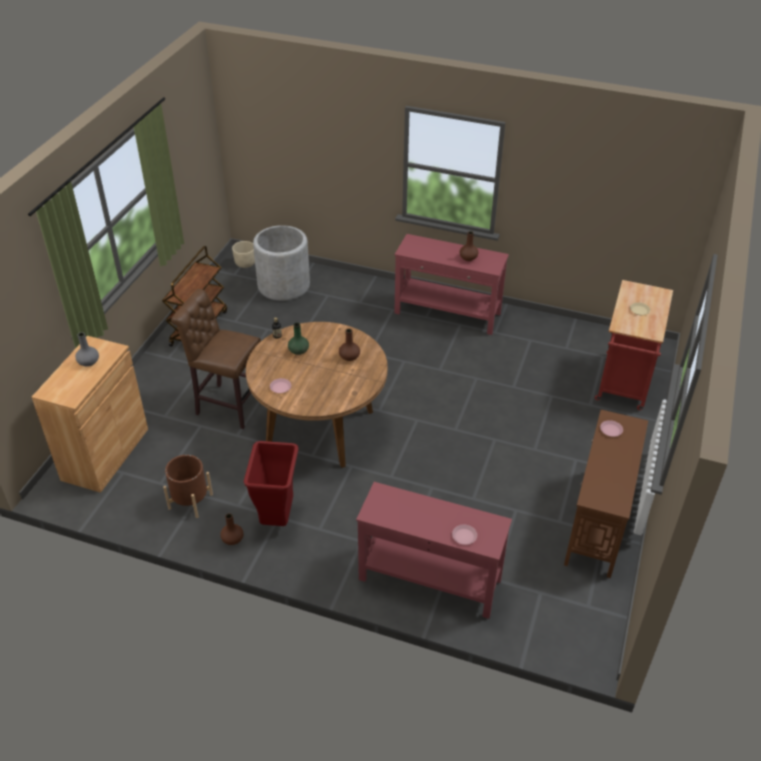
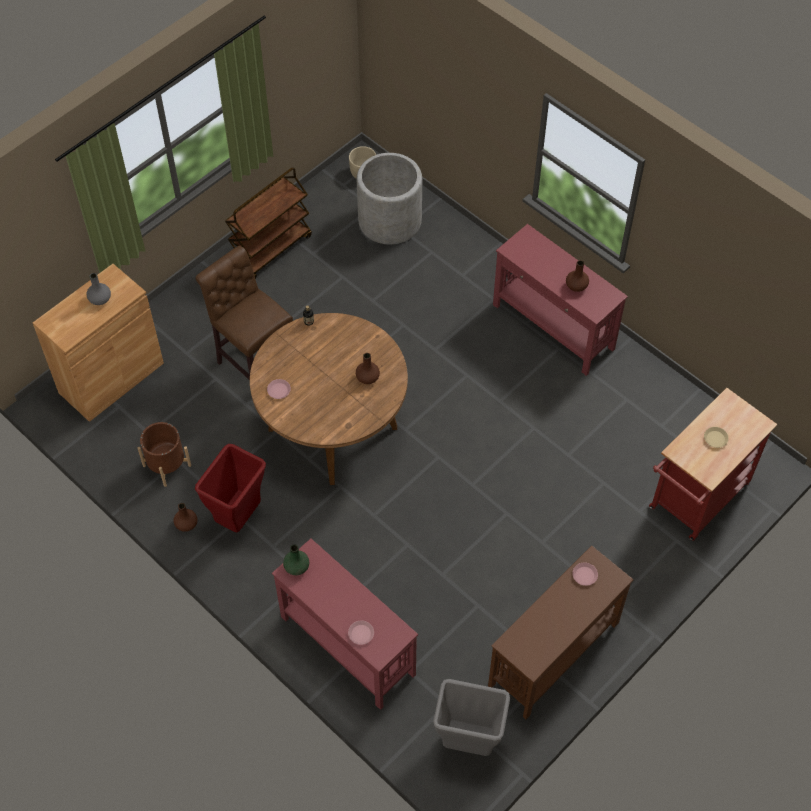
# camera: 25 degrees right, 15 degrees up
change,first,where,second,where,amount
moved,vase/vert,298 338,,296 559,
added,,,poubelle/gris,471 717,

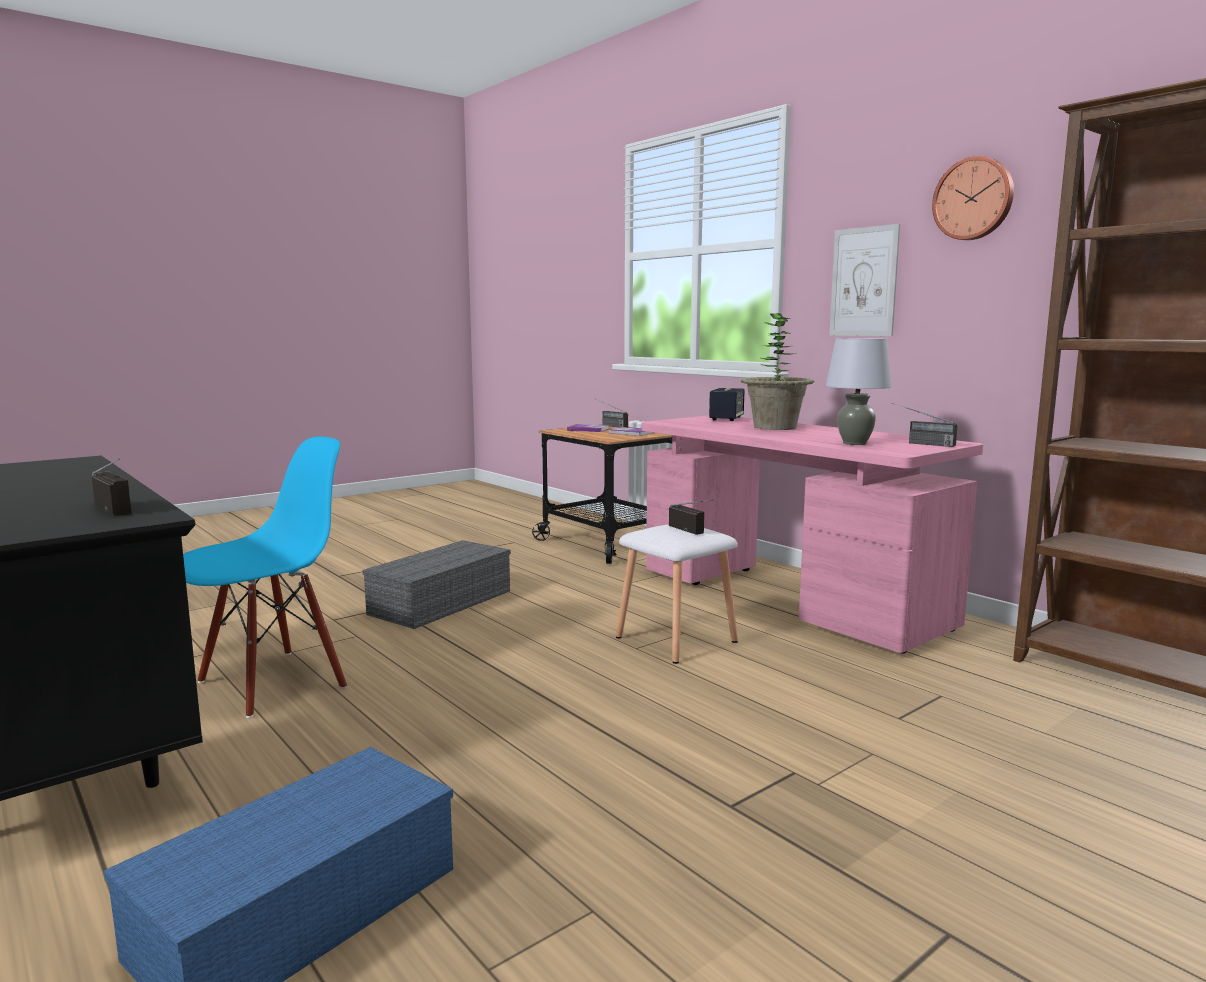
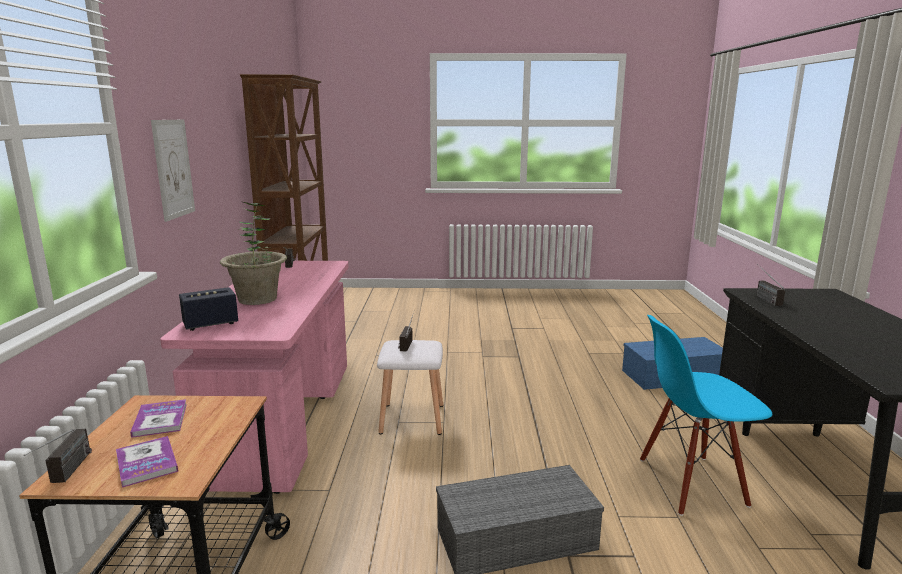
# camera: 140 degrees left, 5 degrees up
change,first,where,second,where,amount
removed,horloge murale,973 198,,,
removed,lampe de table/gris,858 391,,,

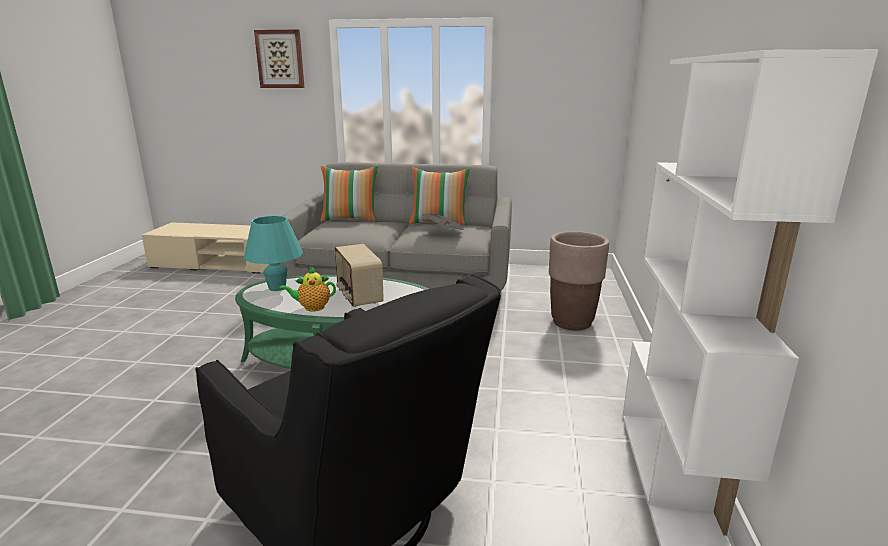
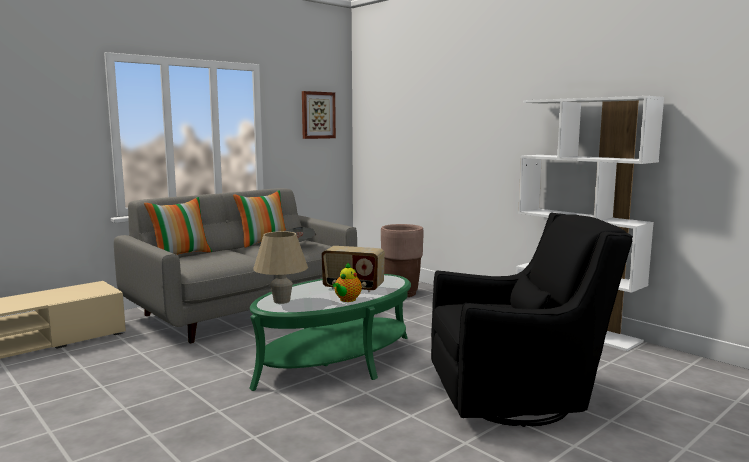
# camera: 50 degrees left, 10 degrees down
change,first,where,second,where,amount
moved,tableau,279 58,,319 115,
recoloured,lampe de table/turquoise,273 253,lampe de table/beige,280 267,

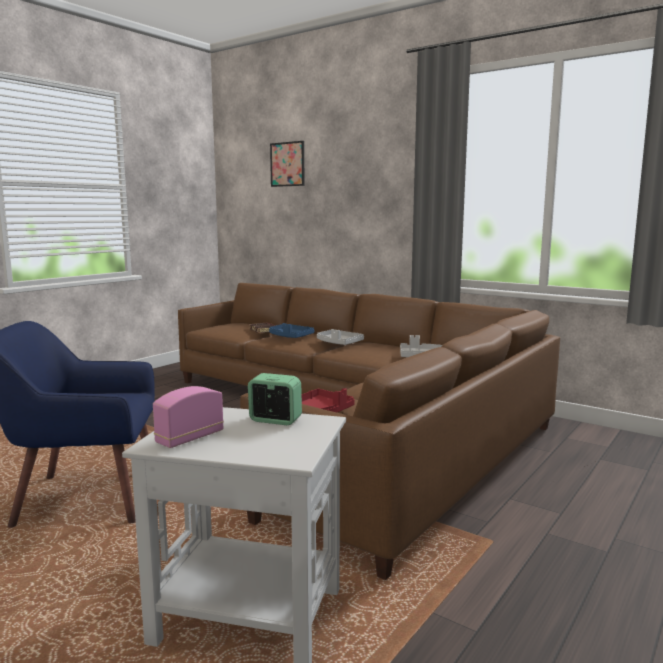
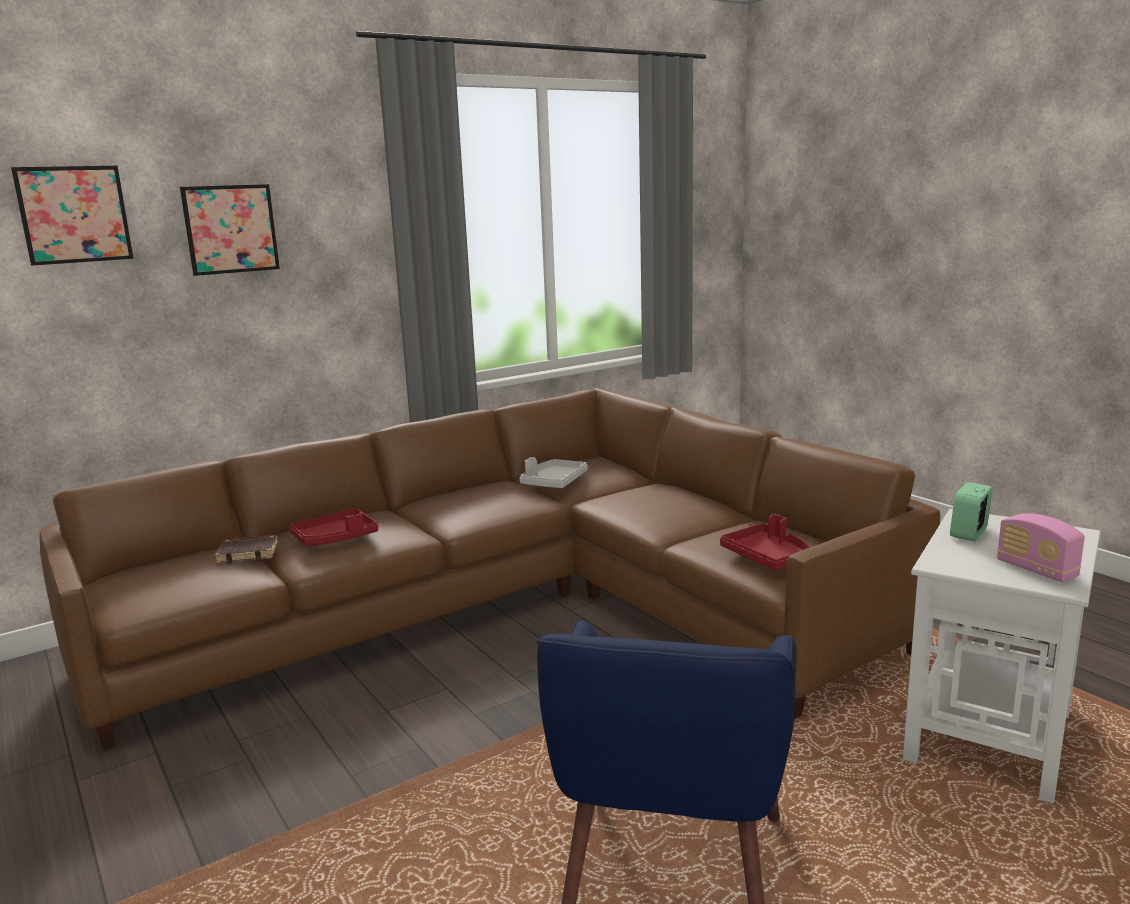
# camera: 70 degrees left, 5 degrees up
change,first,where,second,where,amount
recoloured,plateau/bleu,291 330,plateau/rouge,334 527,
removed,plateau/gris,340 337,,,
added,,,tableau,230 230,

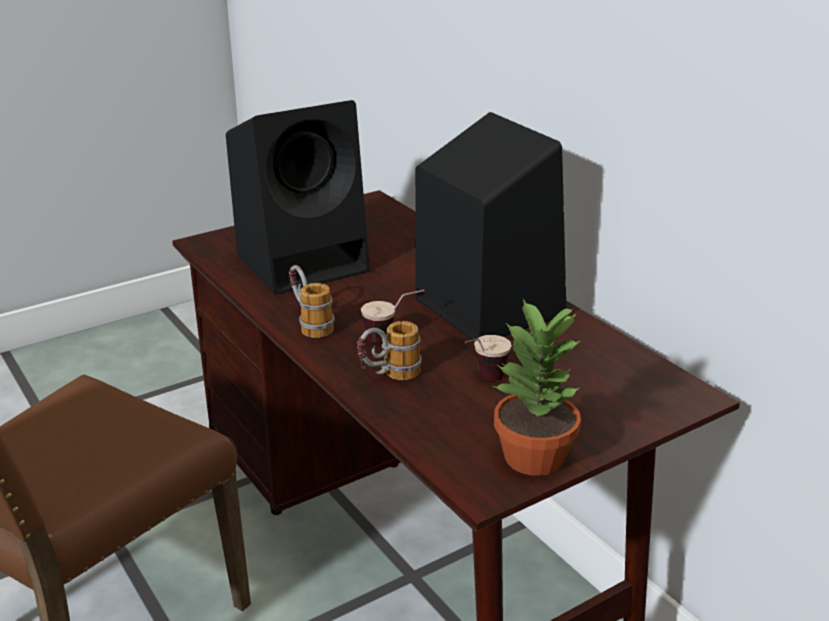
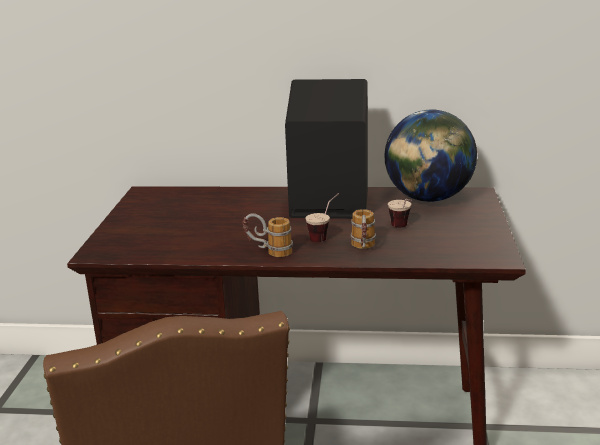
# camera: 50 degrees left, 5 degrees down
change,first,where,second,where,amount
removed,enceinte/noir,298 197,,,
removed,plante en pot,536 387,,,
added,,,globe,430 156,

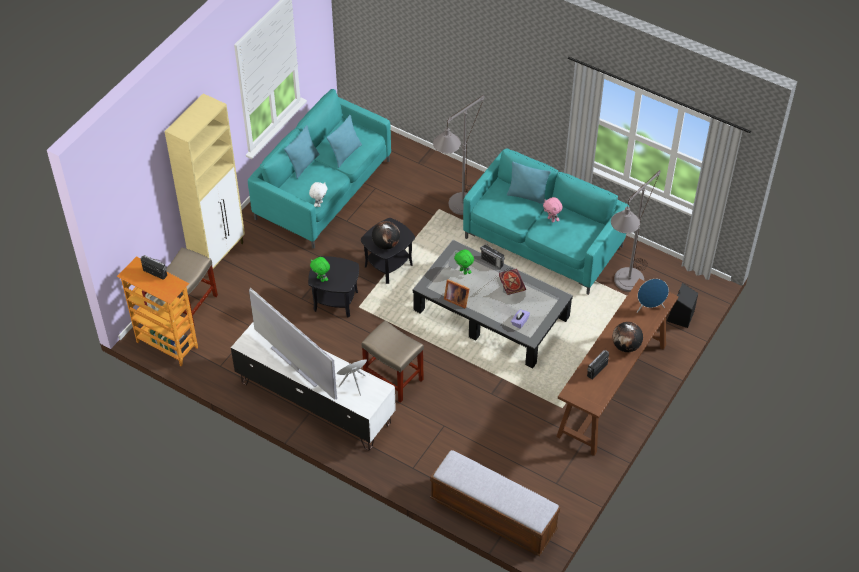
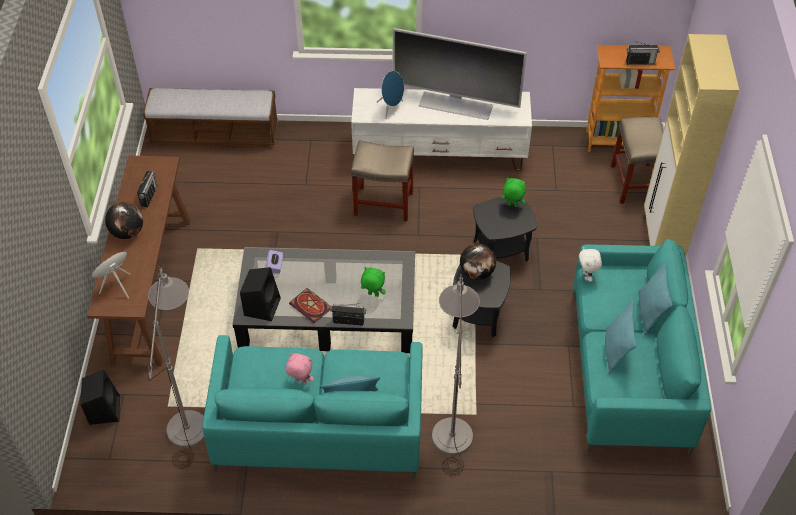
# camera: 150 degrees right, 0 degrees up
change,first,where,second,where,amount
removed,cadre photo,457 293,,,
added,,,enceinte/noir,260 294,

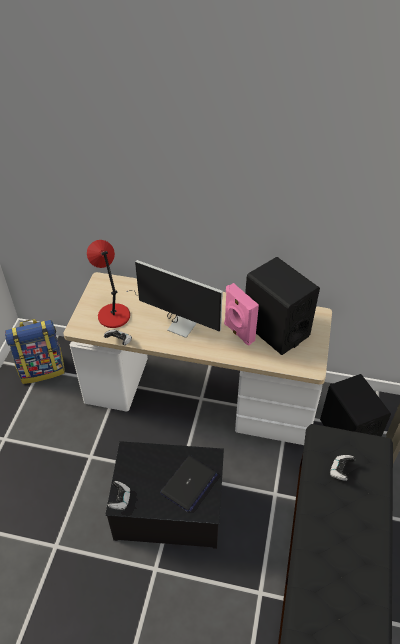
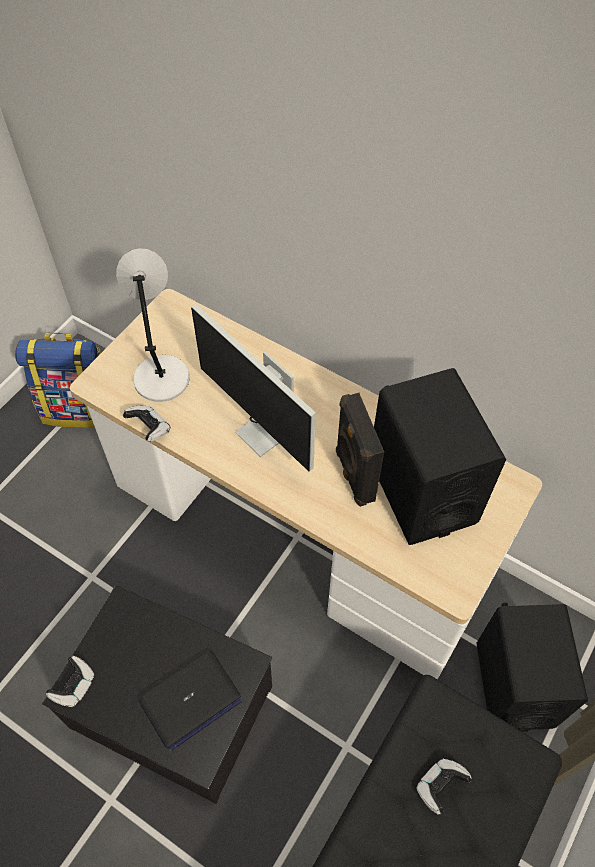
# camera: 20 degrees right, 10 degrees up
change,first,where,second,where,amount
recoloured,lampe de table/rouge,108 284,lampe de table/gris,153 325,
recoloured,enceinte/rose,241 314,enceinte/noir,360 450,

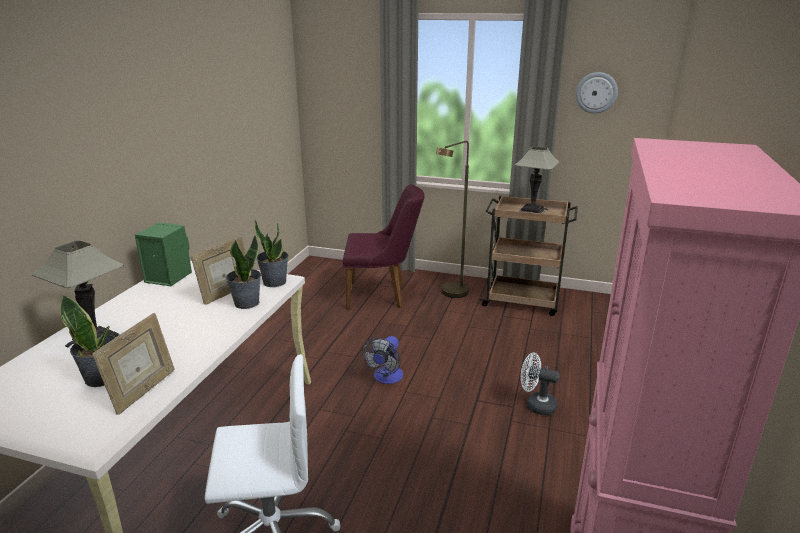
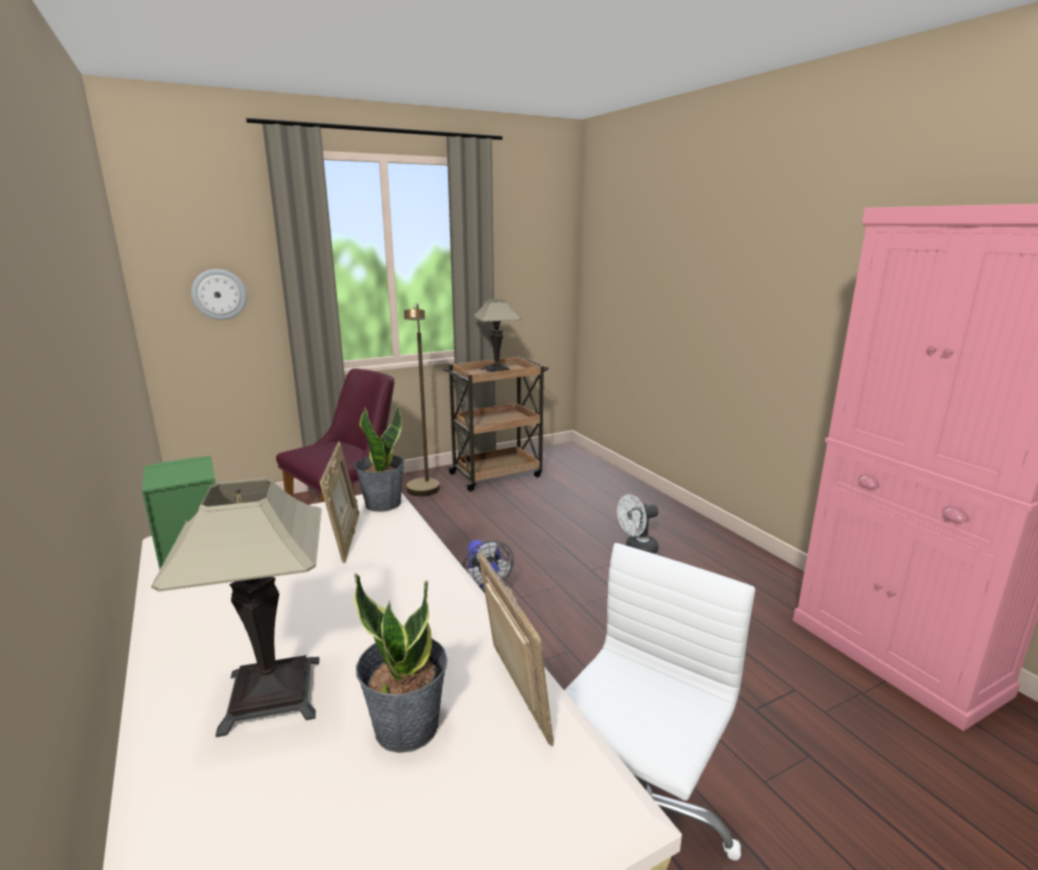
# camera: 45 degrees left, 5 degrees down
change,first,where,second,where,amount
moved,horloge murale,597 93,,219 294,
removed,plante en pot,243 272,,,

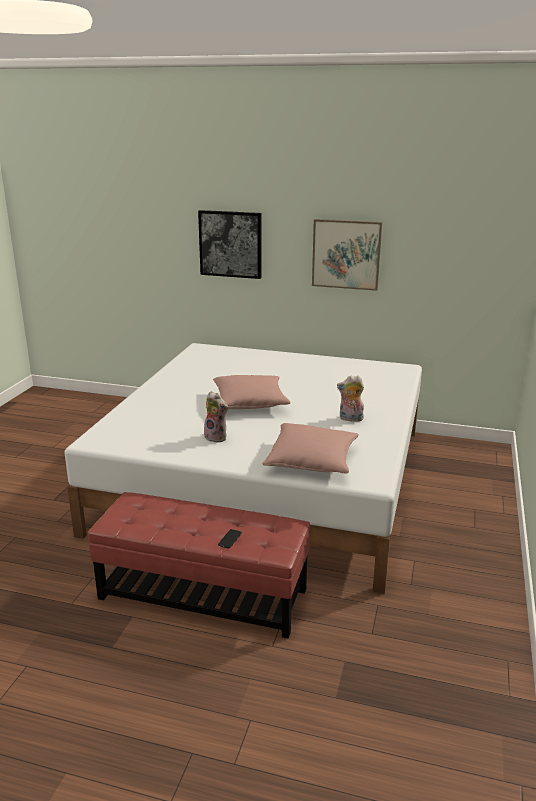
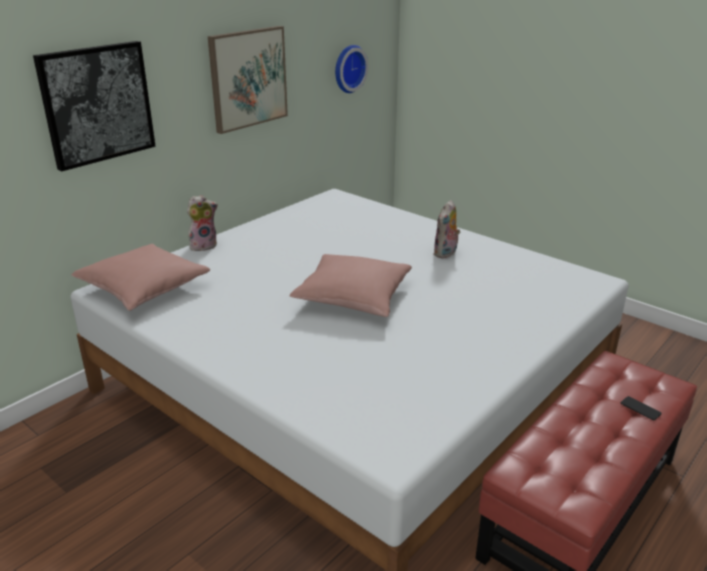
# camera: 65 degrees left, 5 degrees up
change,first,where,second,where,amount
moved,peluche,216 417,,202 223,
moved,coussin/rose,310 448,,140 277,
added,,,horloge murale,351 69,

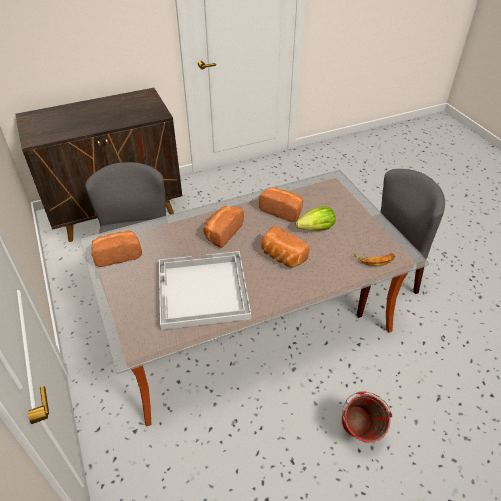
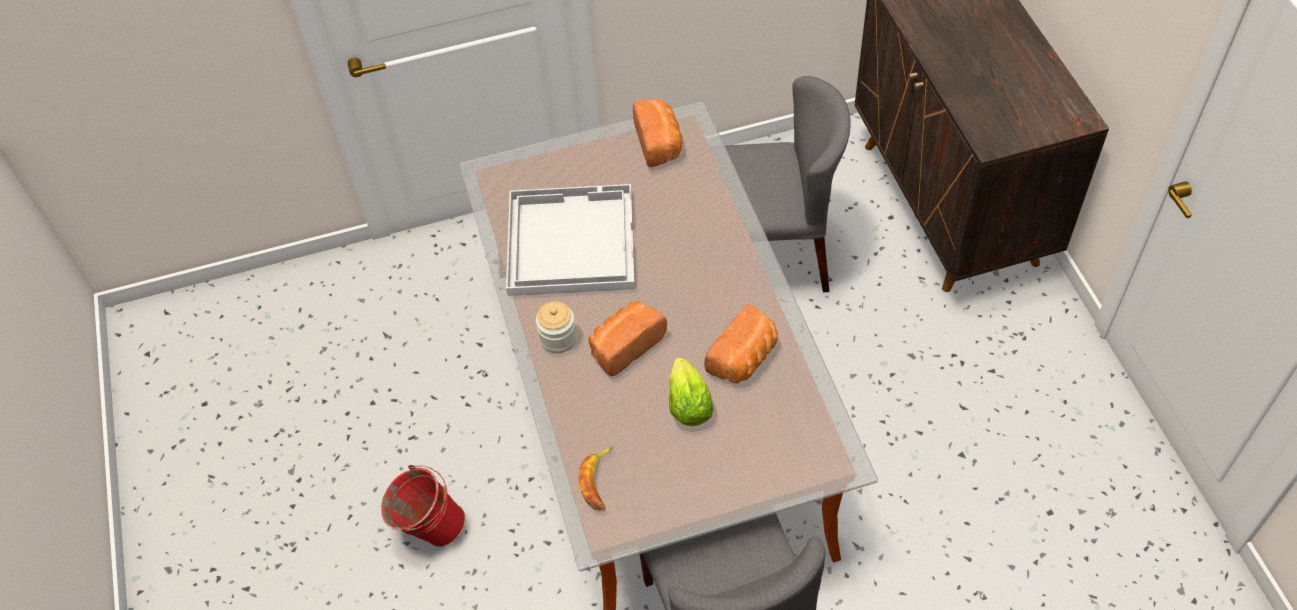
# camera: 100 degrees right, 10 degrees up
change,first,where,second,where,amount
removed,pain,223 227,,,
added,,,bocal,556 327,

